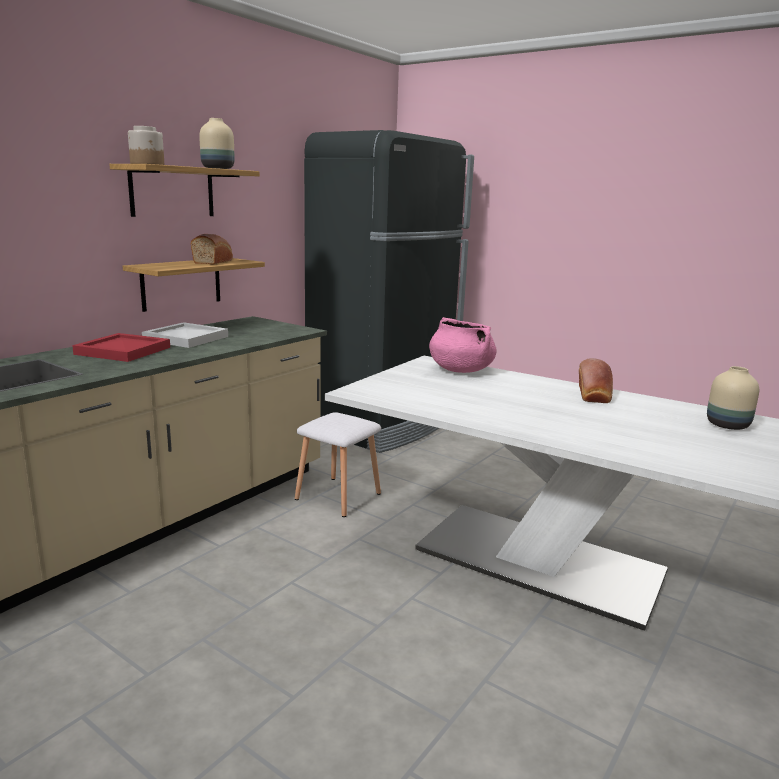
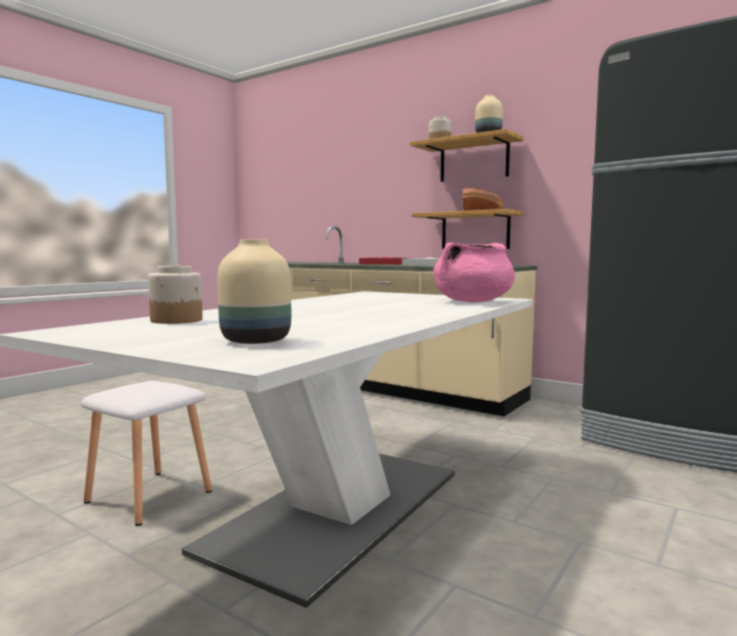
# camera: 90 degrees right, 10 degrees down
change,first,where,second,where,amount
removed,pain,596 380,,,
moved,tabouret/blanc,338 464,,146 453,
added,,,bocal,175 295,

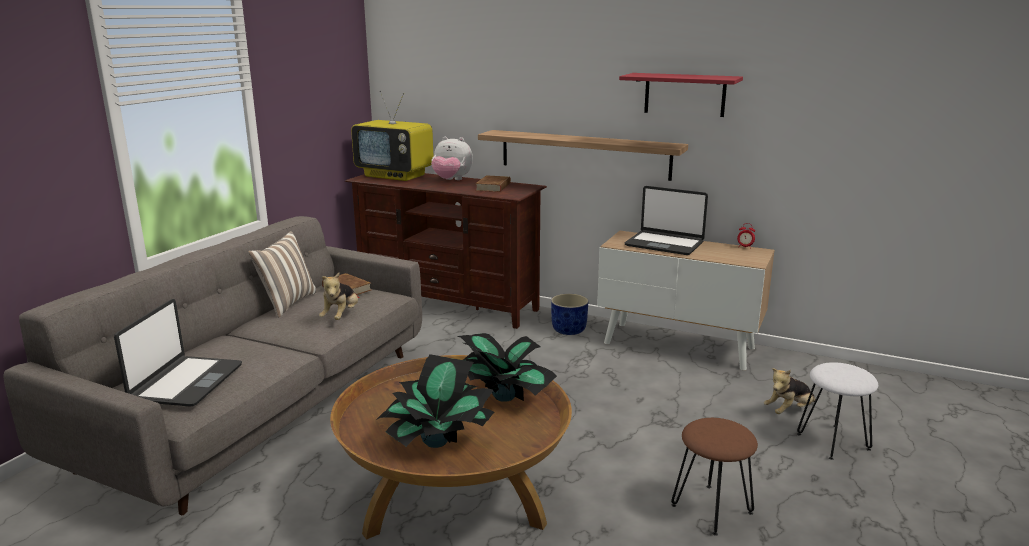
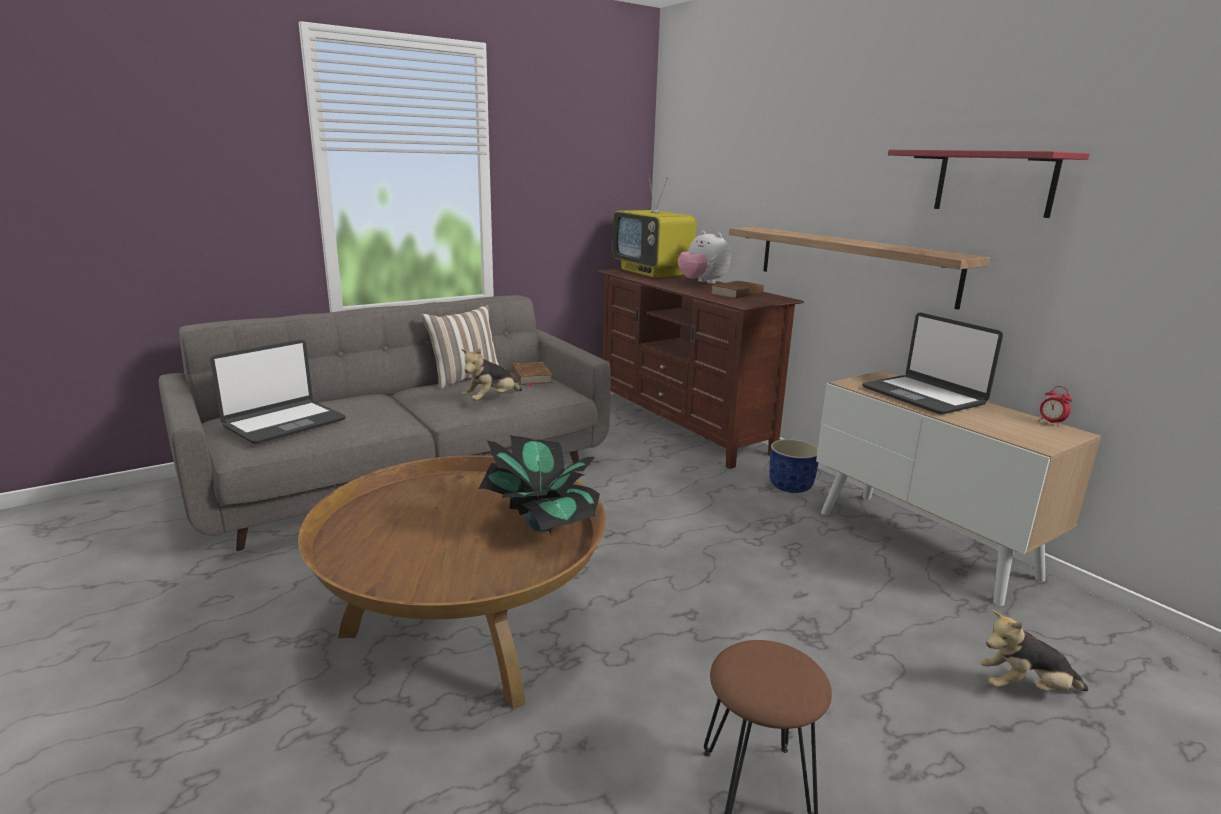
# camera: 30 degrees right, 0 degrees up
change,first,where,second,where,amount
removed,plante en pot,435 401,,,
removed,tabouret/blanc,837 411,,,

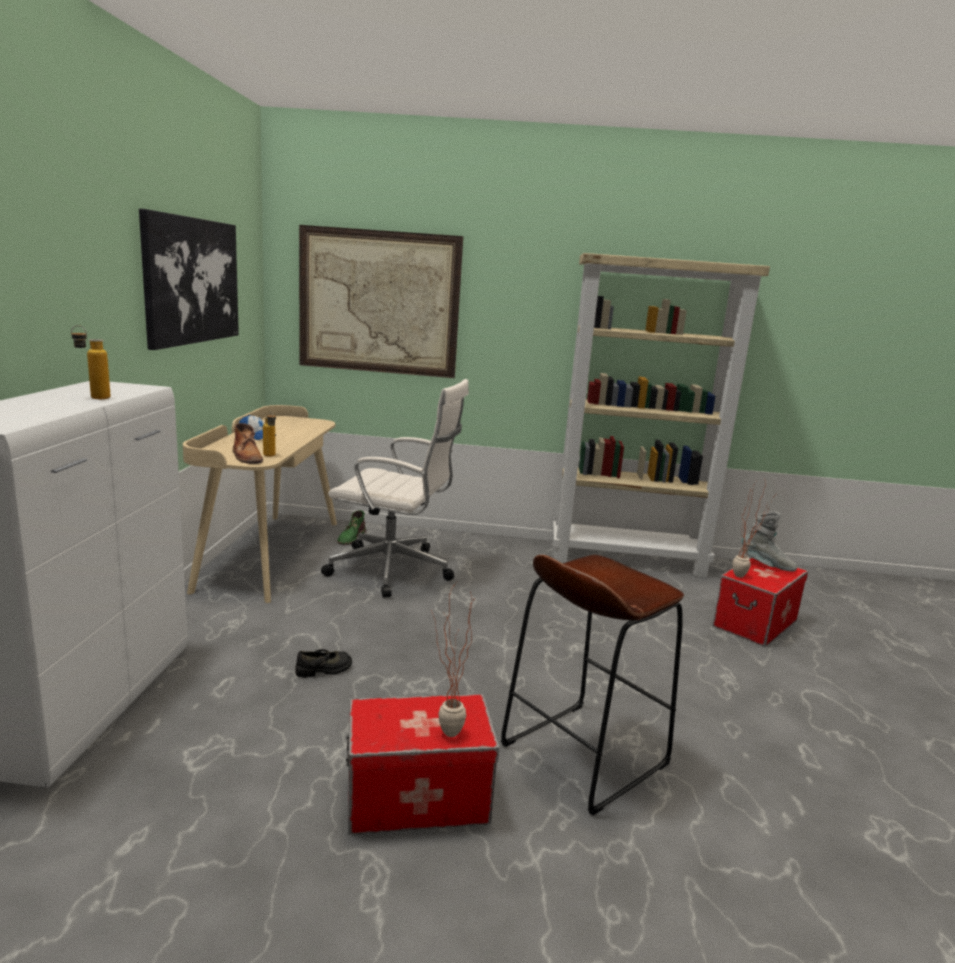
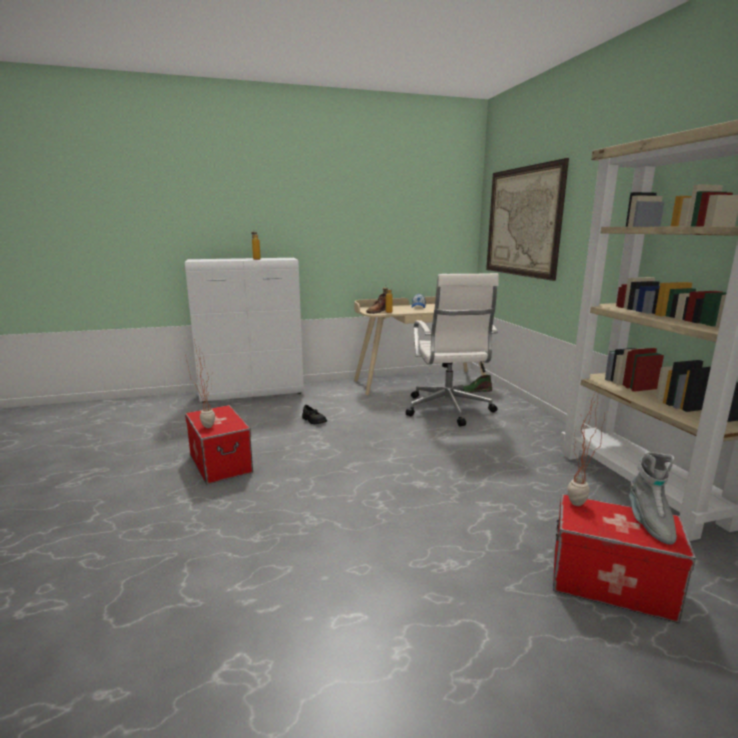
# camera: 70 degrees right, 0 degrees up
change,first,where,second,where,amount
removed,tableau,189 279,,,
removed,tabouret/marron,592 685,,,

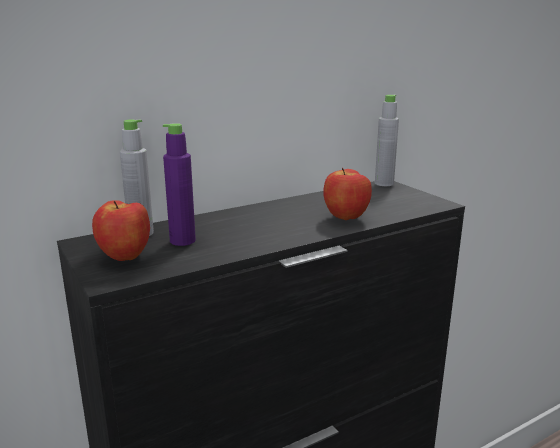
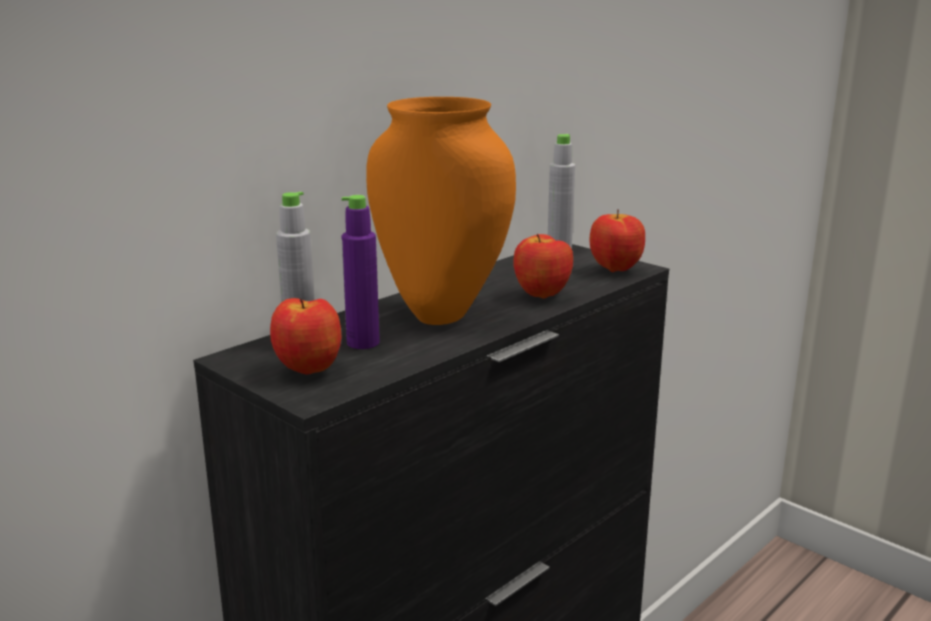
# camera: 15 degrees left, 0 degrees up
change,first,where,second,where,amount
added,,,vase/orange,441 211,
added,,,pomme,617 241,

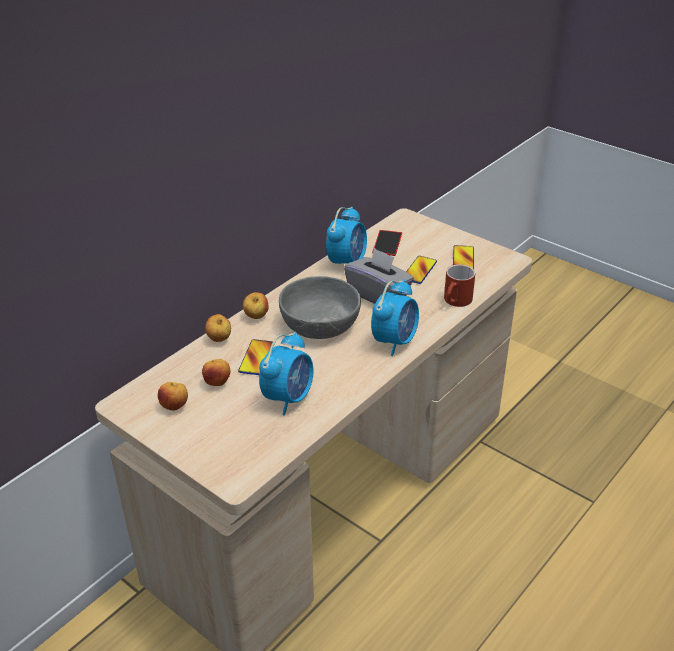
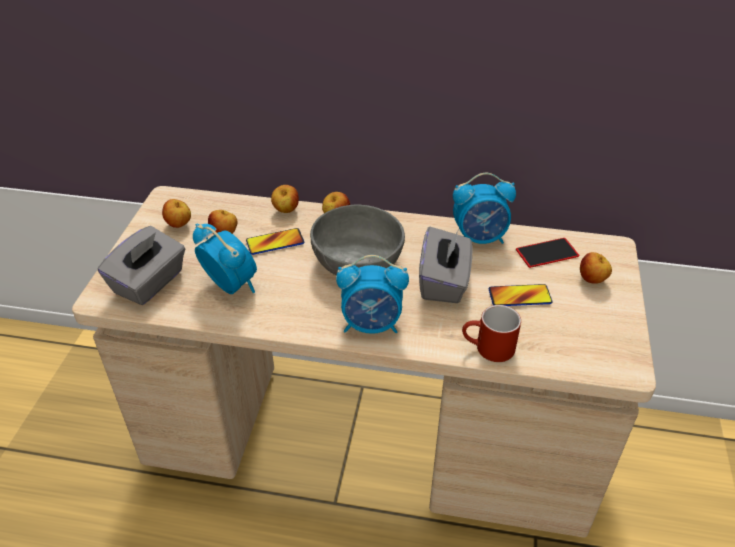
# camera: 60 degrees right, 5 degrees up
change,first,where,second,where,amount
removed,téléphone,463 257,,,
turned,réveil,286 373,,225 259,135 degrees counterclockwise
added,,,boîte à mouchoirs/gris,141 265,
added,,,pomme,596 268,

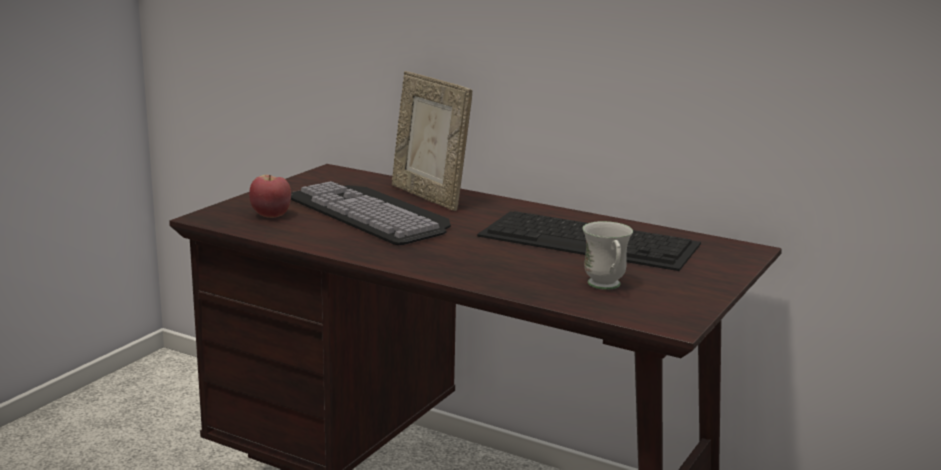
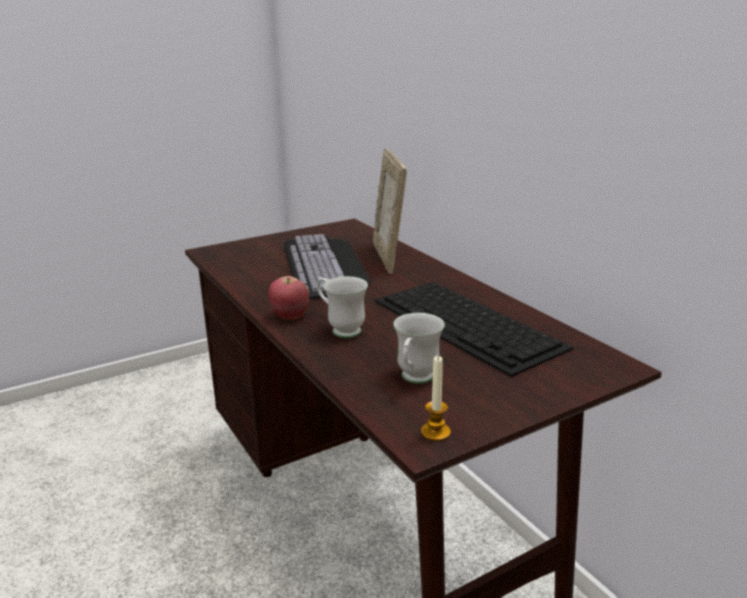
# camera: 30 degrees right, 5 degrees up
change,first,where,second,where,amount
moved,pomme,270 196,,289 298,
added,,,mug/blanc,342 307,
added,,,bougie,436 398,

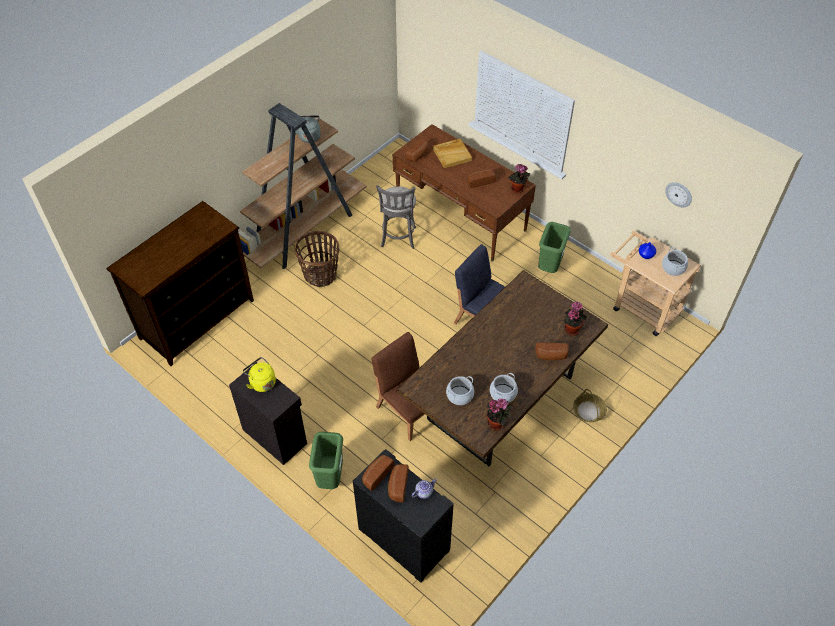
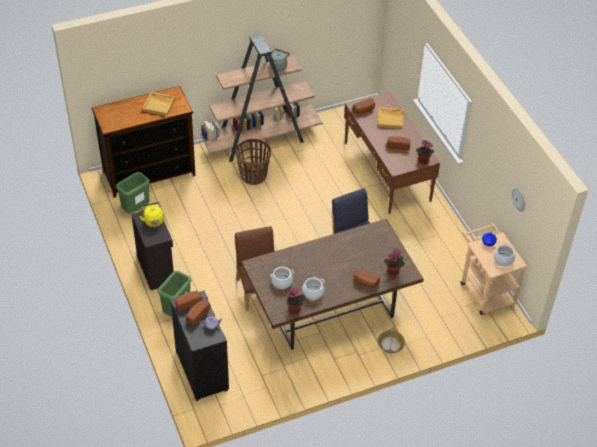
# camera: 25 degrees right, 5 degrees down
change,first,where,second,where,amount
removed,tabouret/gris,396 217,,,
moved,poubelle/vert,554 247,,133 193,
added,,,plateau/beige,159 104,

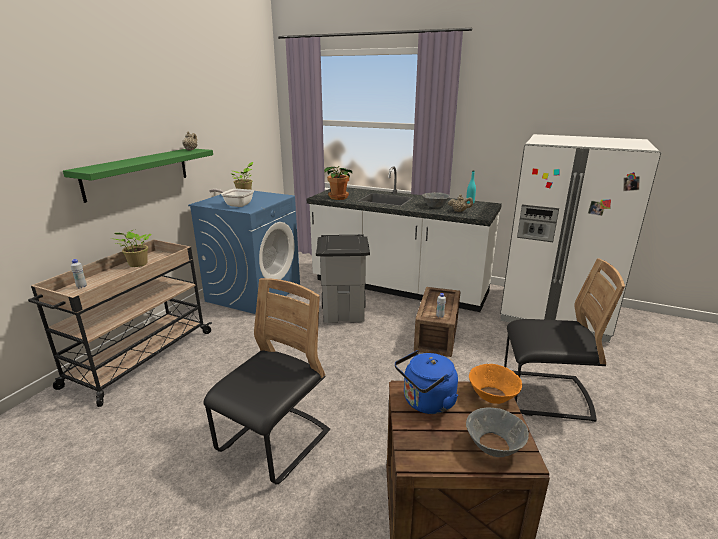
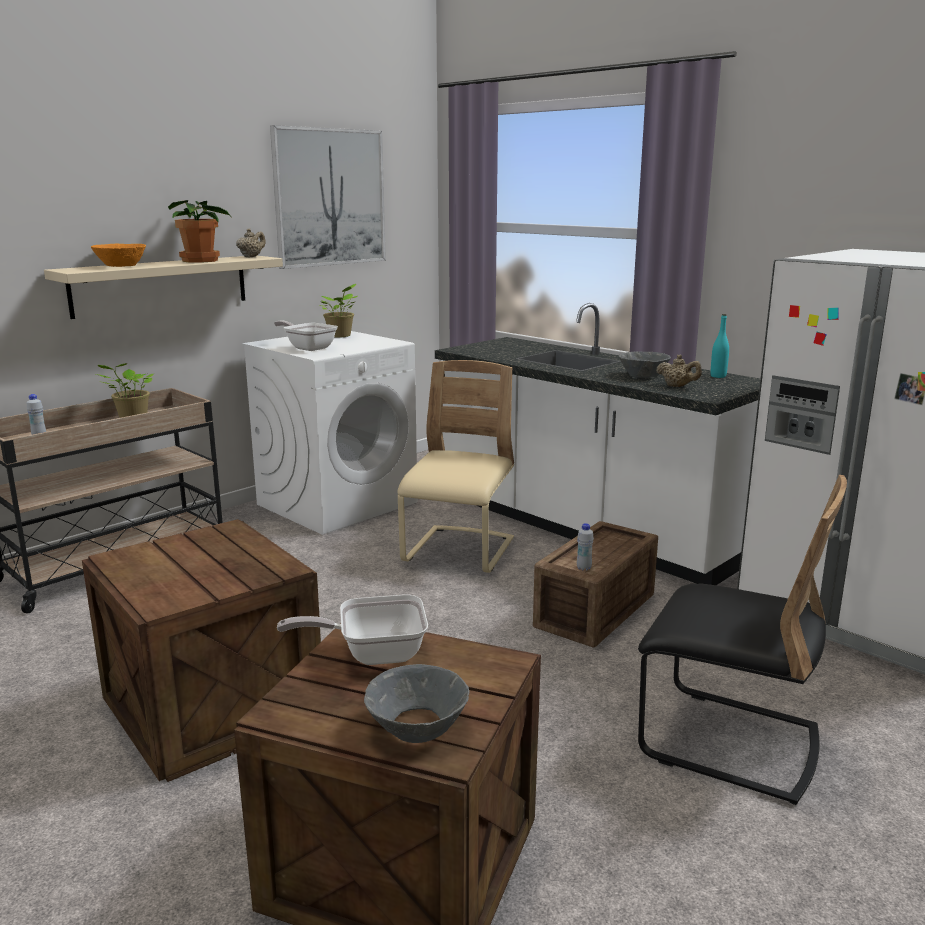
# camera: 20 degrees right, 5 degrees down
change,first,where,second,where,amount
recoloured,étagère/vert,138 176,étagère/beige,163 287,
moved,plante en pot,338 183,,199 231,
recoloured,lave-linge/bleu,244 252,lave-linge/blanc,329 433,
replaced,poubelle/gris,343 279,chaise/beige,455 466,
replaced,chaise/noir,266 381,caisse,201 650,
replaced,bouilloire/bleu,426 382,poêle,352 630,
moved,bol/orange,495 384,,118 255,
added,,,tableau,328 197,

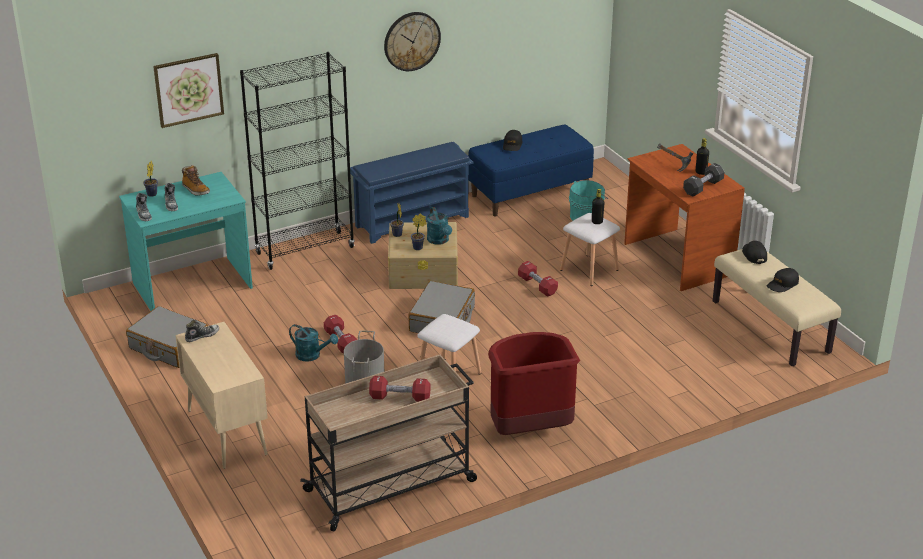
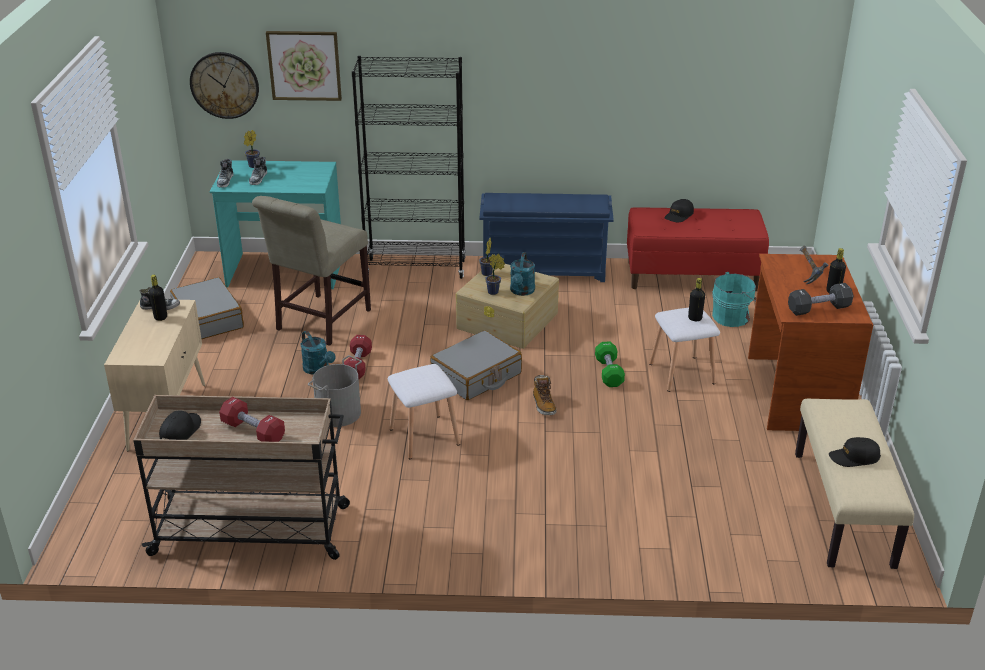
# camera: 30 degrees right, 0 degrees up
change,first,where,second,where,amount
moved,horloge murale,412 41,,224 85,
recoloured,banc/bleu,531 170,banc/rouge,698 249,
moved,botte,196 180,,545 395,
moved,casquette/noir,754 252,,180 425,
recoloured,haltère/rouge,538 279,haltère/vert,610 364,
removed,poubelle/rouge,534 383,,,
added,,,chaise/beige,311 271,
added,,,bouteille/noir,158 298,

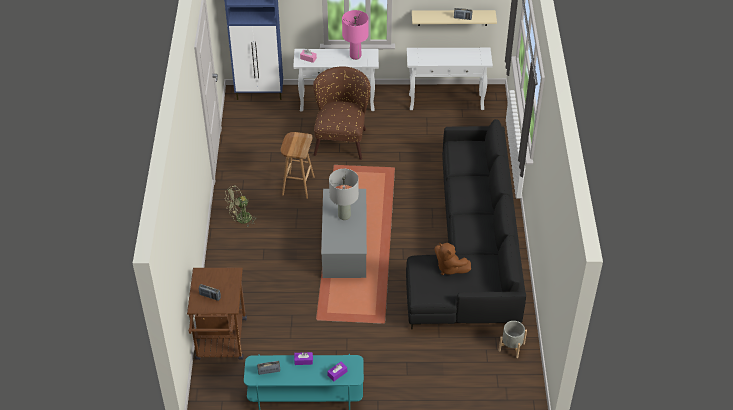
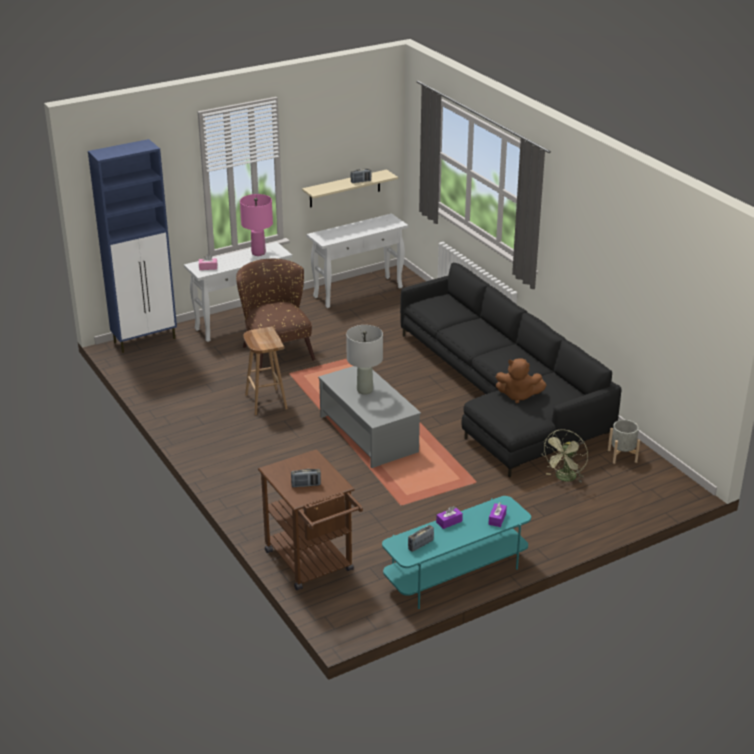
# camera: 30 degrees left, 15 degrees down
change,first,where,second,where,amount
moved,ventilateur/vert,240 206,,565 456,

